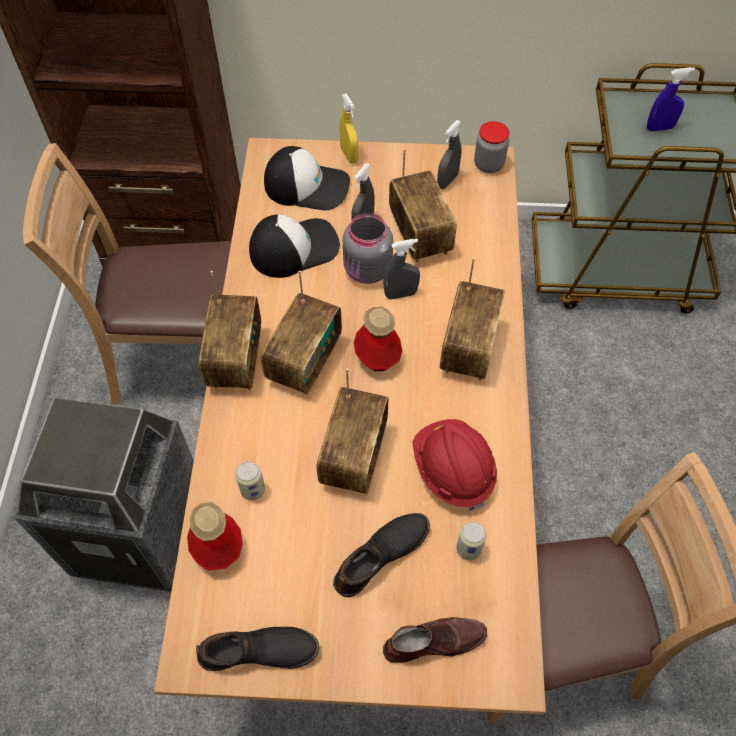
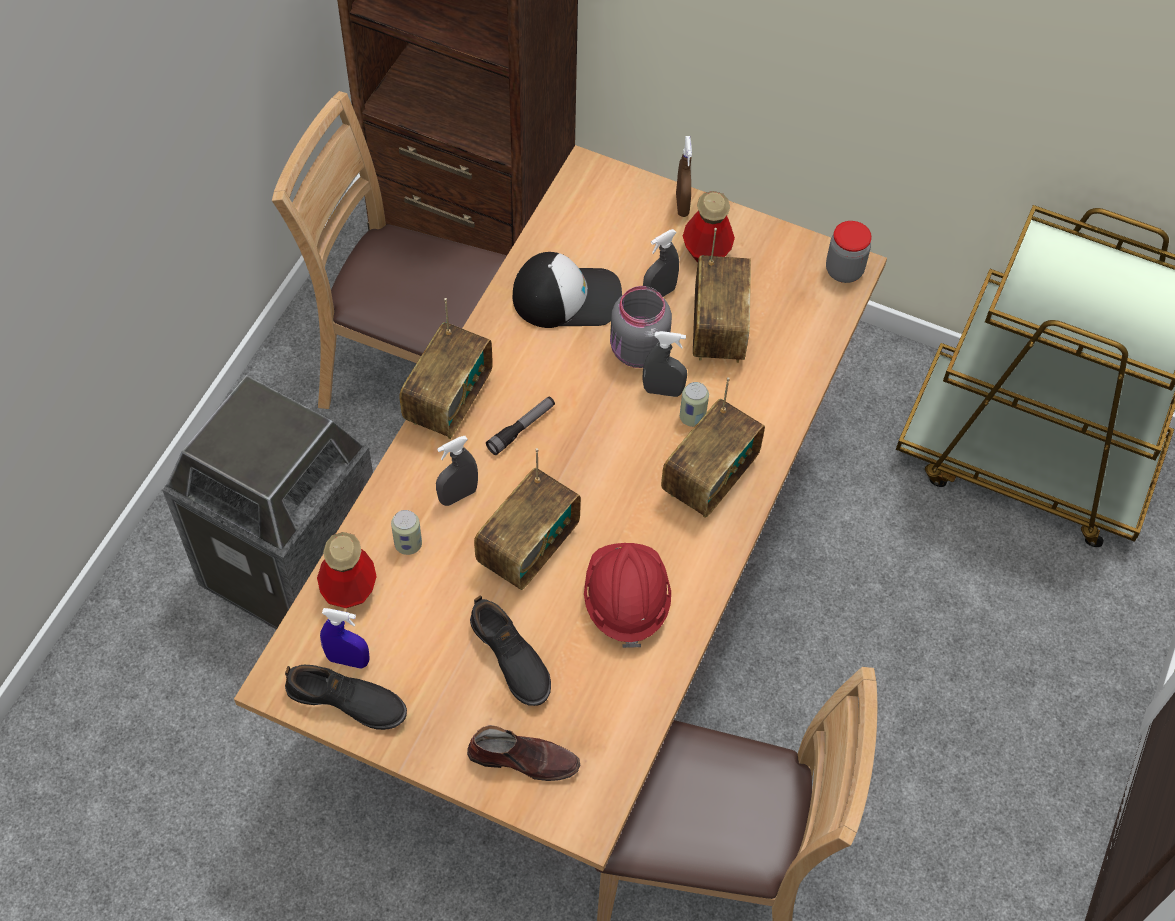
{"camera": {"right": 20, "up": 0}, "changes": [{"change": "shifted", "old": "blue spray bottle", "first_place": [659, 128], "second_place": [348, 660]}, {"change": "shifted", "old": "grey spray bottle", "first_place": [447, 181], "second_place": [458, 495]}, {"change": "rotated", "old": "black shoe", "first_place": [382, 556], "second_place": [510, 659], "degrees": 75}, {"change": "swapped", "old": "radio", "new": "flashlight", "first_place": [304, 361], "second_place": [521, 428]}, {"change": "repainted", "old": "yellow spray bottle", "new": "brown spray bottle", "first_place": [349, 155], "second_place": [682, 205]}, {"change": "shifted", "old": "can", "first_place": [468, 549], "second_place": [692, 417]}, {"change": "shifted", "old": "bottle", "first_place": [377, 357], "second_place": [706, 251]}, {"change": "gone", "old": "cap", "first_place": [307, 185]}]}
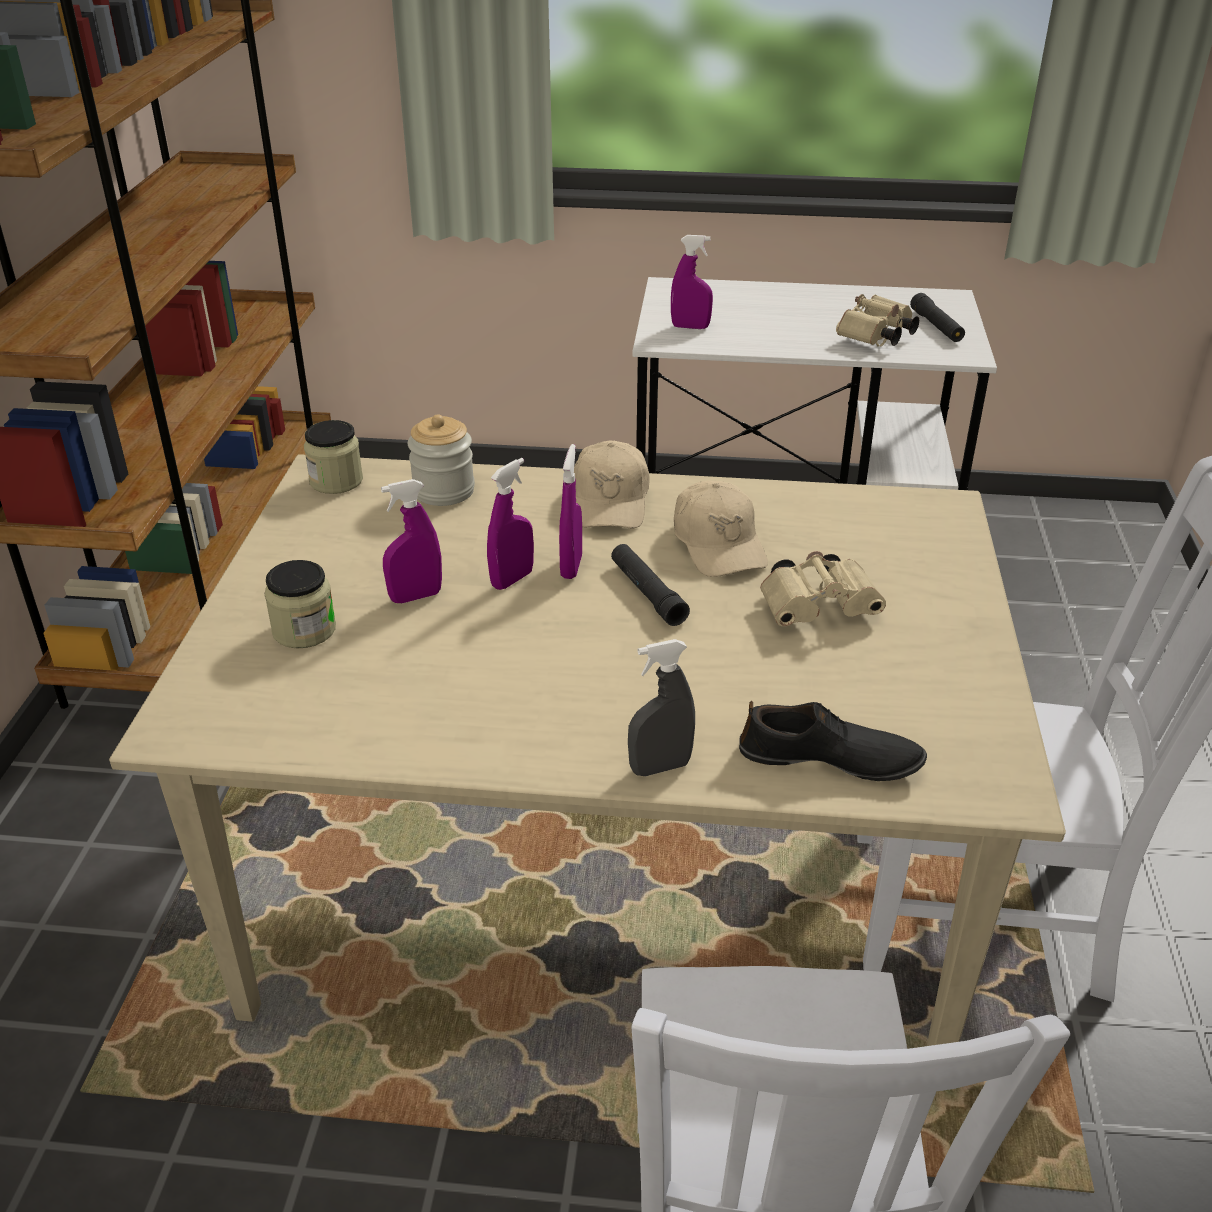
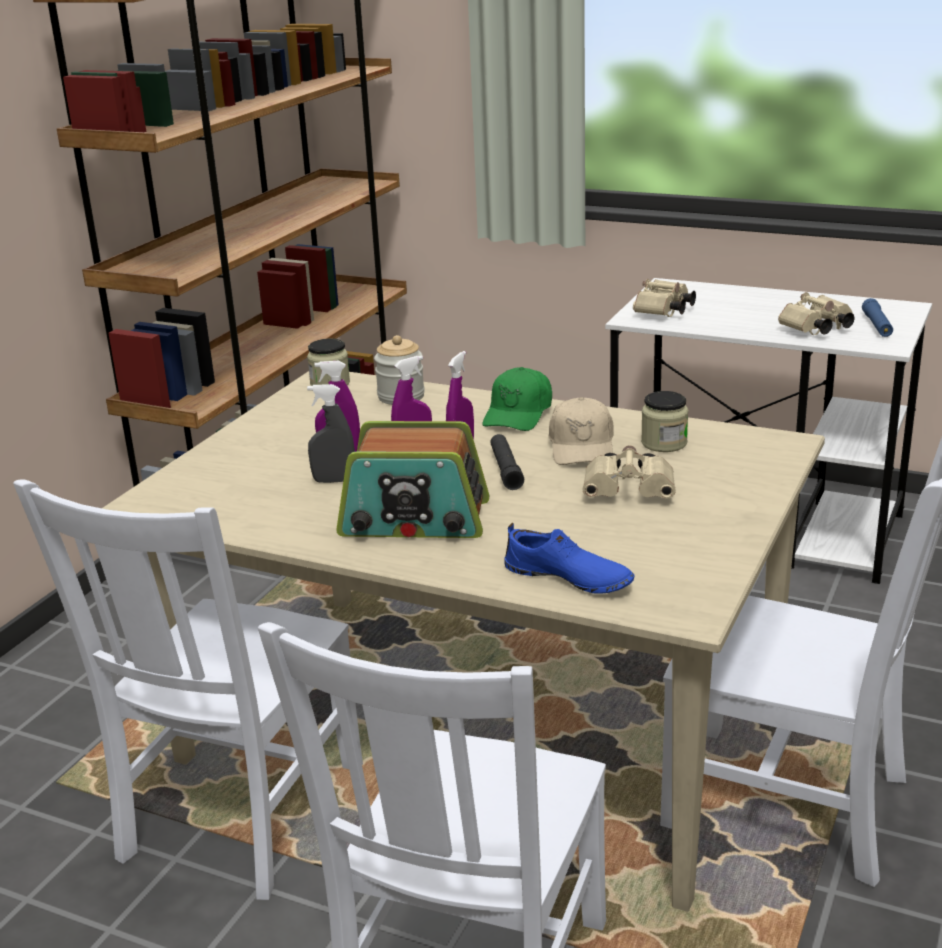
{"camera": {"right": 20, "up": -10}, "changes": [{"change": "new", "new": "white chair", "second_place": [238, 816]}, {"change": "shifted", "old": "grey spray bottle", "first_place": [660, 767], "second_place": [334, 480]}, {"change": "new", "new": "radio", "second_place": [414, 519]}, {"change": "repainted", "old": "beige cap", "new": "green cap", "first_place": [610, 501], "second_place": [518, 414]}, {"change": "repainted", "old": "black shoe", "new": "blue shoe", "first_place": [829, 760], "second_place": [568, 578]}, {"change": "swapped", "old": "purple spray bottle", "new": "beige binoculars", "first_place": [690, 327], "second_place": [663, 312]}, {"change": "shifted", "old": "jar", "first_place": [304, 630], "second_place": [664, 443]}, {"change": "repainted", "old": "black flashlight", "new": "blue flashlight", "first_place": [936, 326], "second_place": [877, 325]}]}
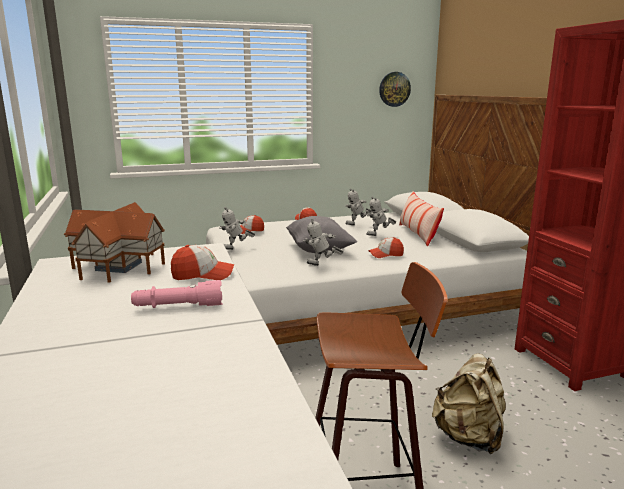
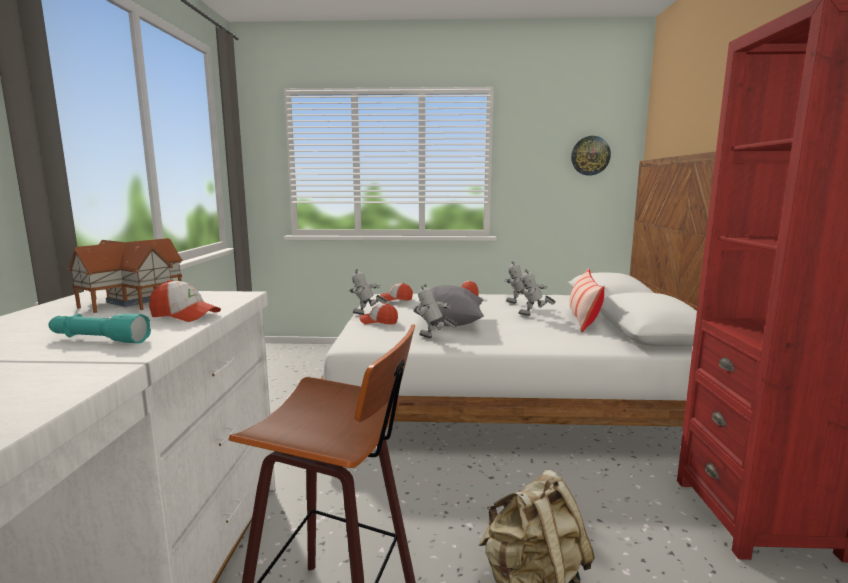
{"camera": {"right": 20, "up": -5}, "changes": [{"change": "repainted", "old": "pink flashlight", "new": "turquoise flashlight", "first_place": [178, 307], "second_place": [98, 340]}, {"change": "shifted", "old": "cap", "first_place": [386, 254], "second_place": [379, 322]}]}
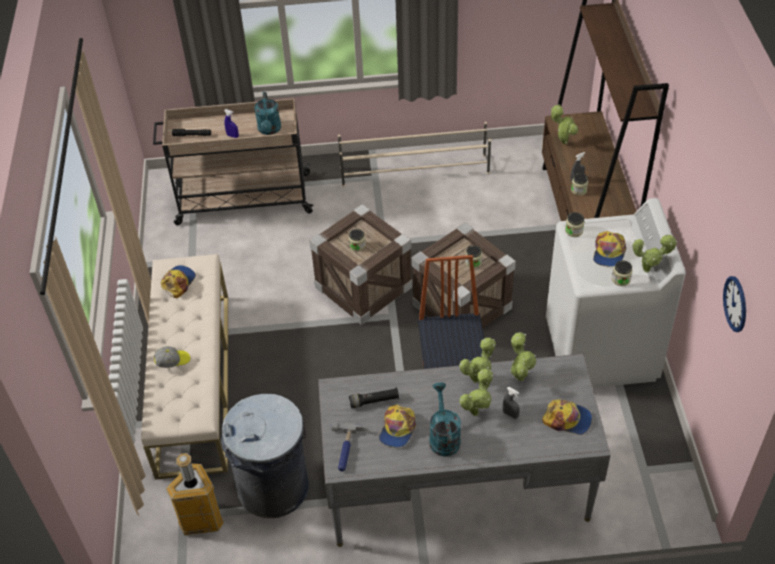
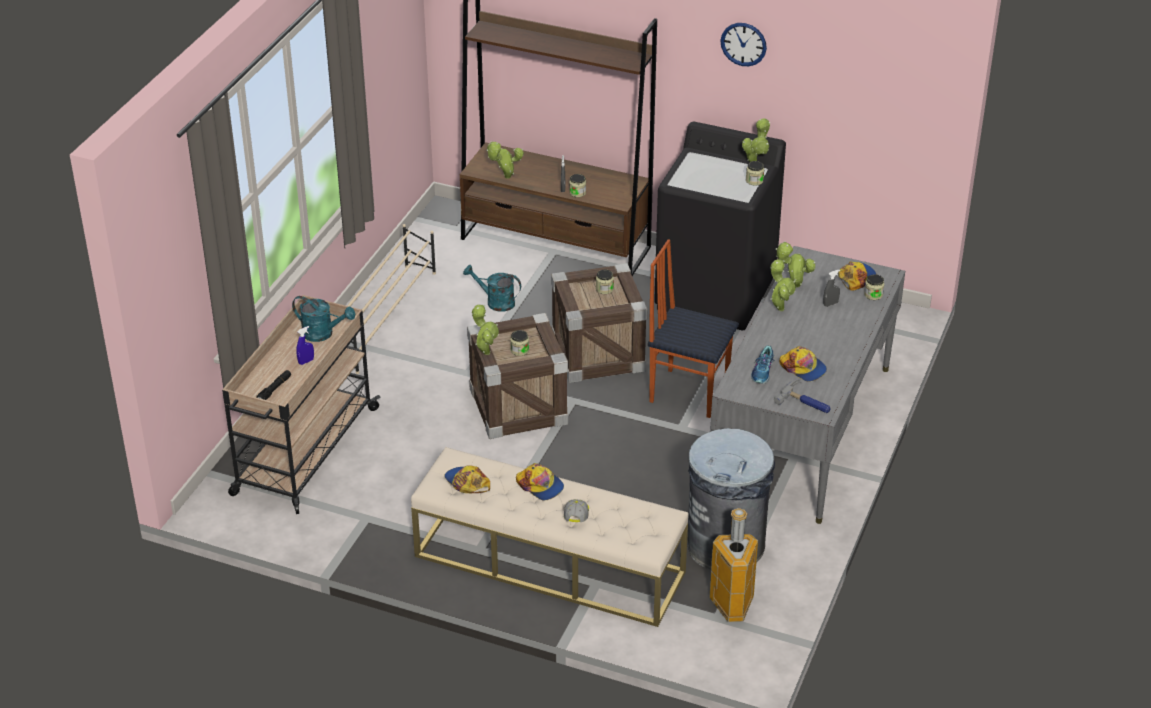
{"camera": {"right": -65, "up": -10}, "changes": [{"change": "shifted", "old": "turquoise watering can", "first_place": [443, 436], "second_place": [495, 302]}, {"change": "shifted", "old": "potted plant", "first_place": [476, 411], "second_place": [485, 351]}, {"change": "shifted", "old": "cap", "first_place": [608, 252], "second_place": [540, 485]}, {"change": "repainted", "old": "white washing machine", "new": "black washing machine", "first_place": [601, 350], "second_place": [716, 294]}, {"change": "shifted", "old": "wall clock", "first_place": [735, 304], "second_place": [743, 44]}, {"change": "swapped", "old": "black flashlight", "new": "shoe", "first_place": [374, 401], "second_place": [763, 371]}, {"change": "shifted", "old": "jar", "first_place": [574, 231], "second_place": [873, 295]}]}
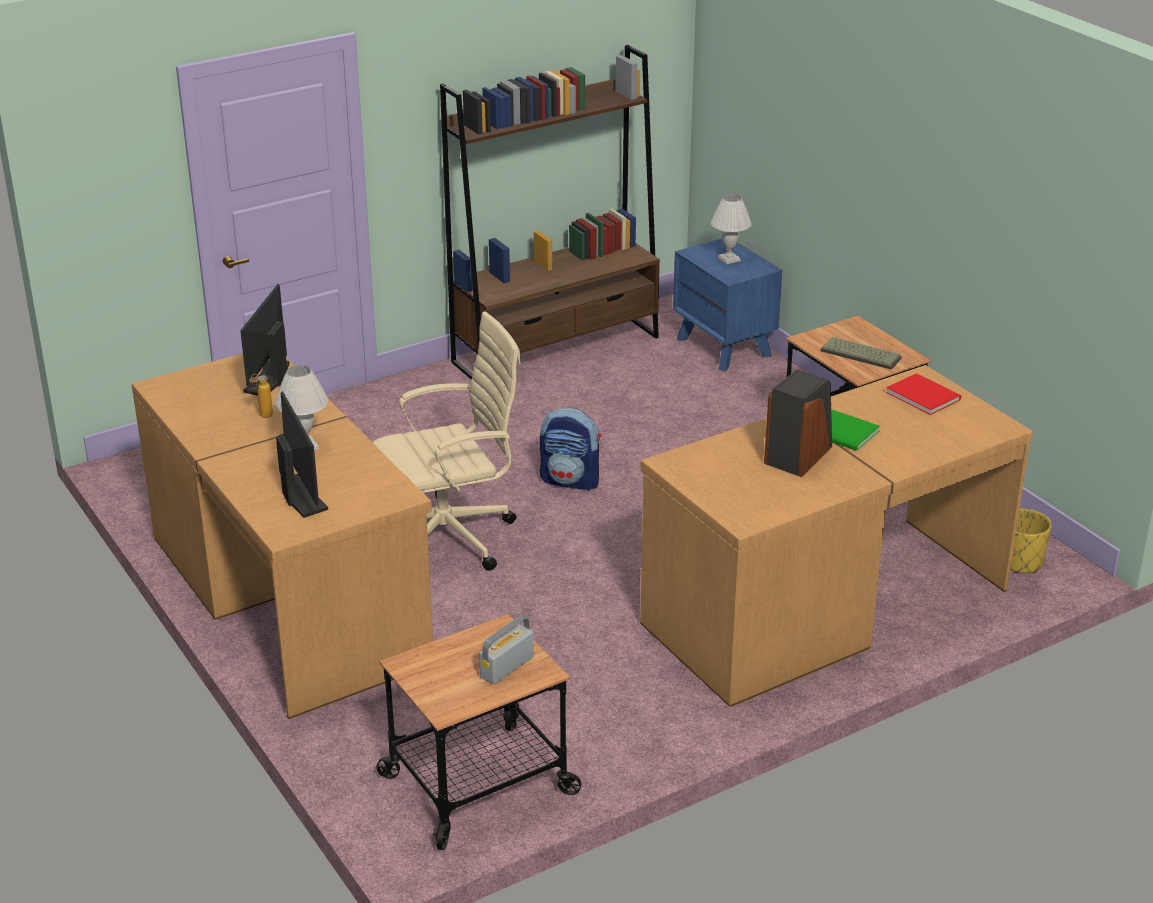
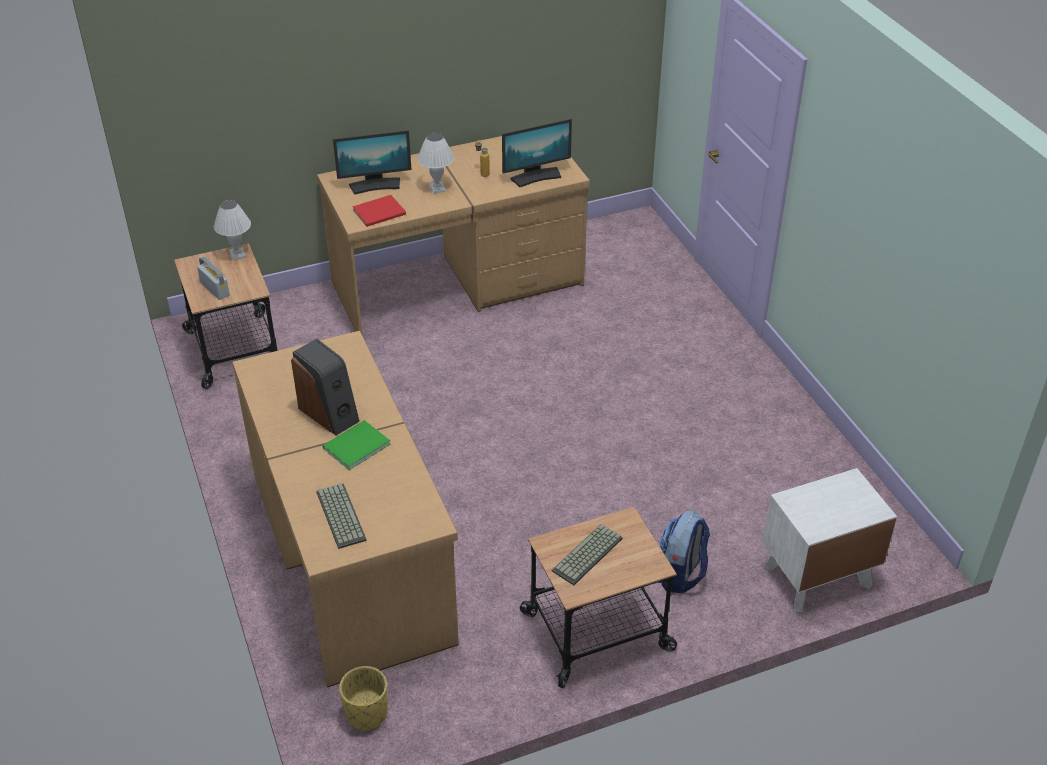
{"camera": {"right": 100, "up": 10}, "changes": [{"change": "shifted", "old": "white table lamp", "first_place": [729, 259], "second_place": [237, 254]}, {"change": "new", "new": "keyboard", "second_place": [339, 516]}, {"change": "shifted", "old": "red book", "first_place": [922, 395], "second_place": [381, 212]}, {"change": "rotated", "old": "monitor", "first_place": [269, 379], "second_place": [536, 177], "degrees": 135}, {"change": "shifted", "old": "backpack", "first_place": [571, 480], "second_place": [681, 574]}, {"change": "repainted", "old": "blue nightstand", "new": "white nightstand", "first_place": [724, 347], "second_place": [817, 576]}, {"change": "gone", "old": "beige office chair", "first_place": [450, 537]}, {"change": "gone", "old": "brown bookcase", "first_place": [557, 350]}]}
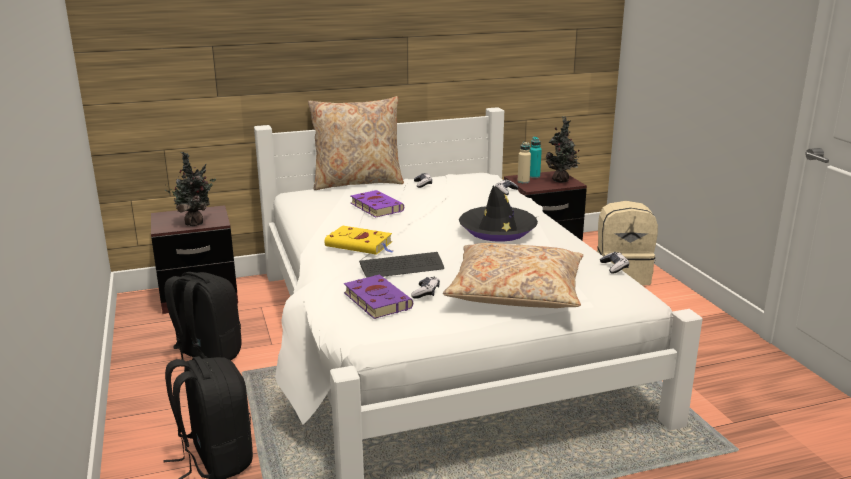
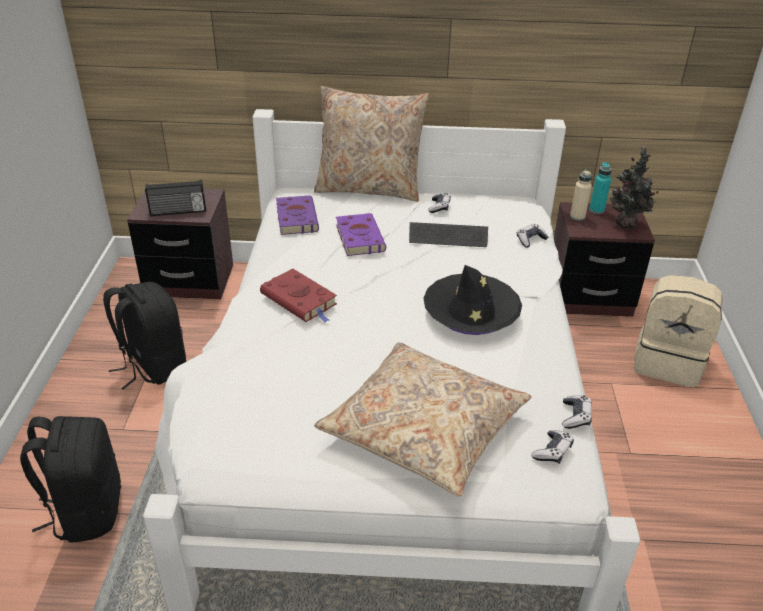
{"camera": {"right": 20, "up": 15}, "changes": [{"change": "swapped", "old": "potted plant", "new": "radio", "first_place": [195, 223], "second_place": [178, 212]}, {"change": "repainted", "old": "yellow book", "new": "red book", "first_place": [360, 245], "second_place": [300, 300]}, {"change": "shifted", "old": "purple book", "first_place": [376, 300], "second_place": [296, 218]}, {"change": "shifted", "old": "keyboard", "first_place": [402, 267], "second_place": [448, 236]}, {"change": "shifted", "old": "game controller", "first_place": [426, 293], "second_place": [552, 451]}]}
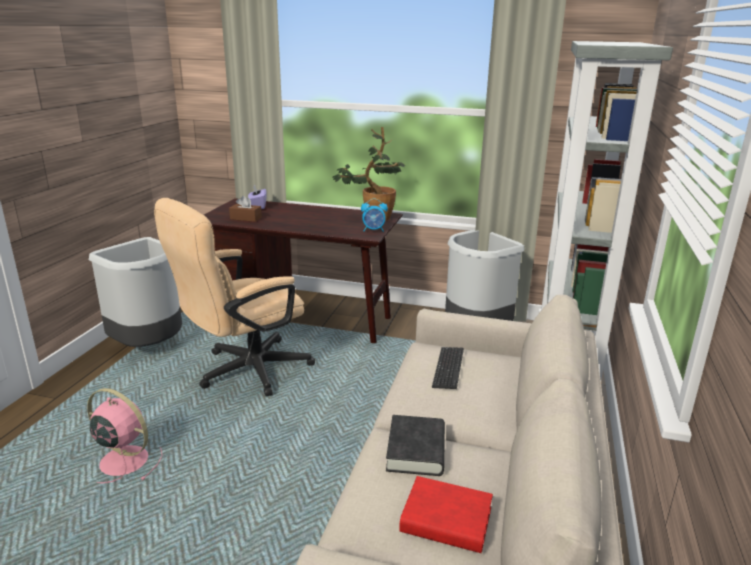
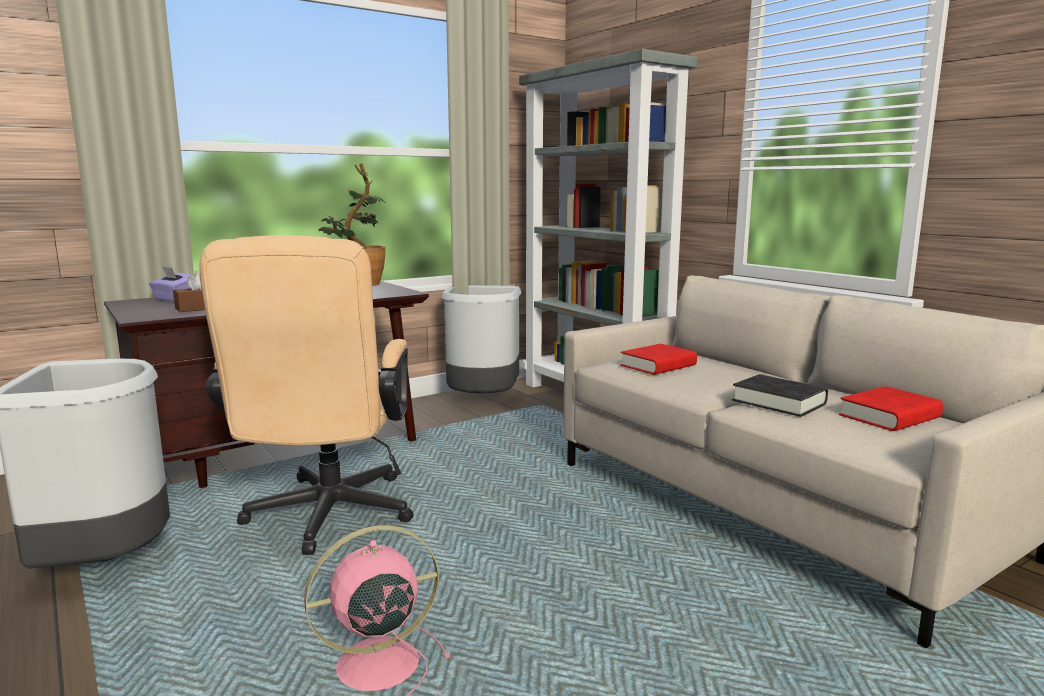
{"camera": {"right": -50, "up": -10}, "changes": [{"change": "swapped", "old": "keyboard", "new": "red book", "first_place": [448, 369], "second_place": [658, 365]}, {"change": "gone", "old": "alarm clock", "first_place": [374, 230]}]}
